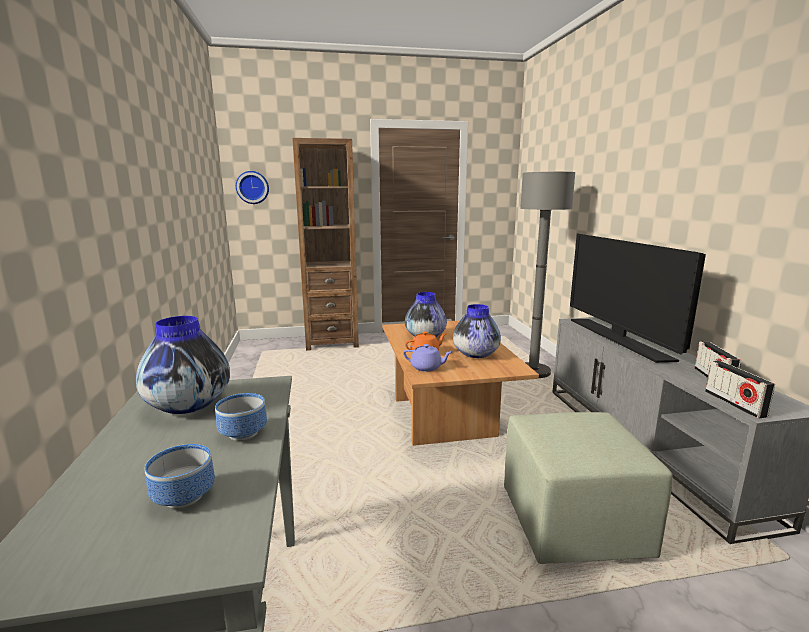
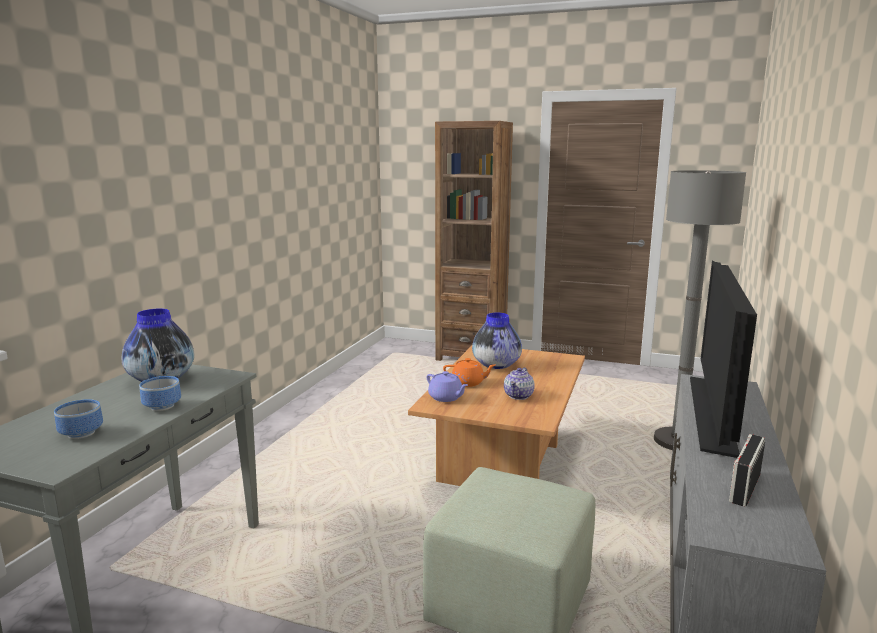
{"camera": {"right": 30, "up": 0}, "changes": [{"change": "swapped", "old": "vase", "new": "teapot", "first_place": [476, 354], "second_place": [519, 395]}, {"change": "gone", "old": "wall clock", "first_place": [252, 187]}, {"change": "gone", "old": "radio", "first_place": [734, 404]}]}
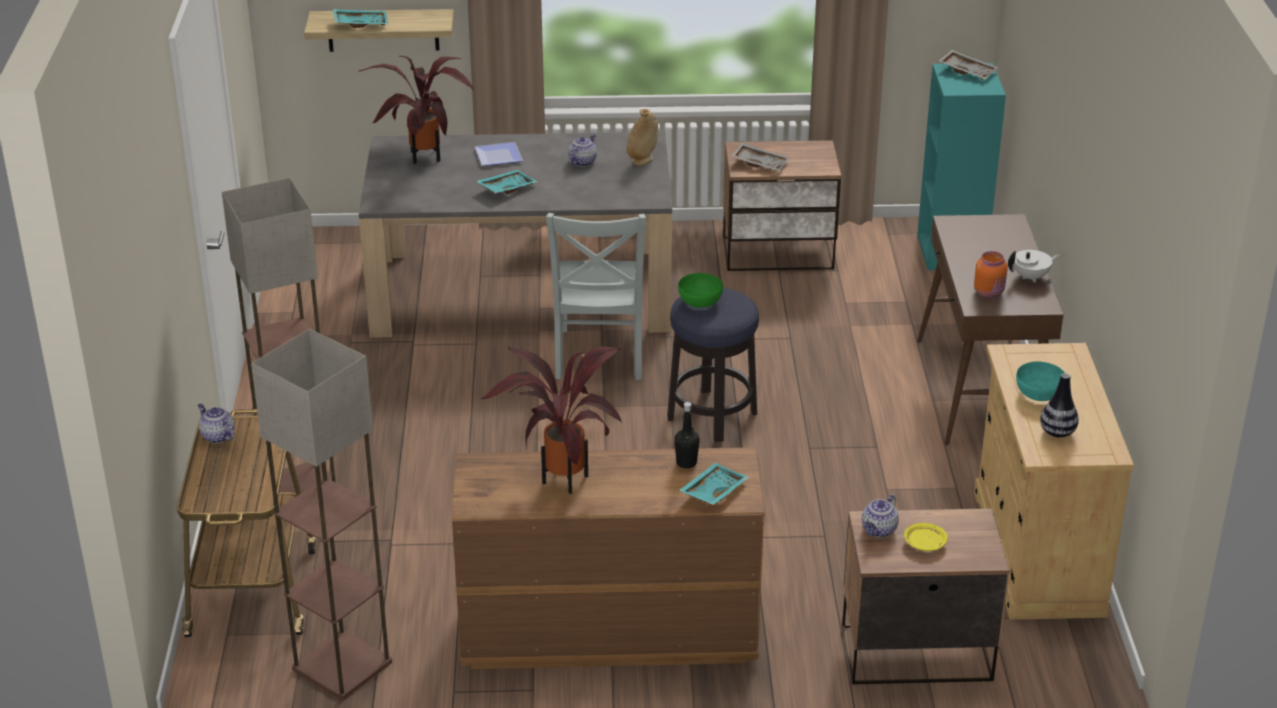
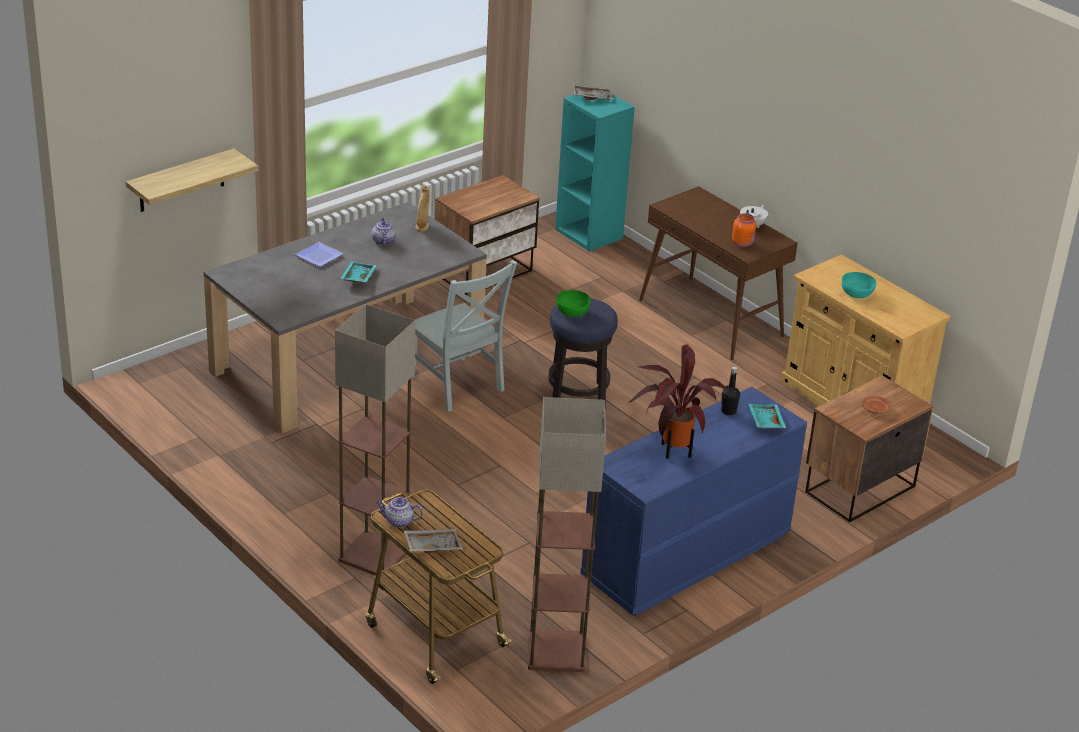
{"camera": {"right": -40, "up": 0}, "changes": [{"change": "shifted", "old": "grey tray", "first_place": [760, 163], "second_place": [432, 545]}, {"change": "repainted", "old": "brown dresser", "new": "blue dresser", "first_place": [606, 633], "second_place": [685, 557]}, {"change": "repainted", "old": "yellow plate", "new": "brown plate", "first_place": [924, 543], "second_place": [875, 409]}, {"change": "gone", "old": "turquoise tray", "first_place": [361, 23]}, {"change": "gone", "old": "potted plant", "first_place": [423, 158]}, {"change": "gone", "old": "teapot", "first_place": [879, 530]}, {"change": "gone", "old": "vase", "first_place": [1057, 432]}]}
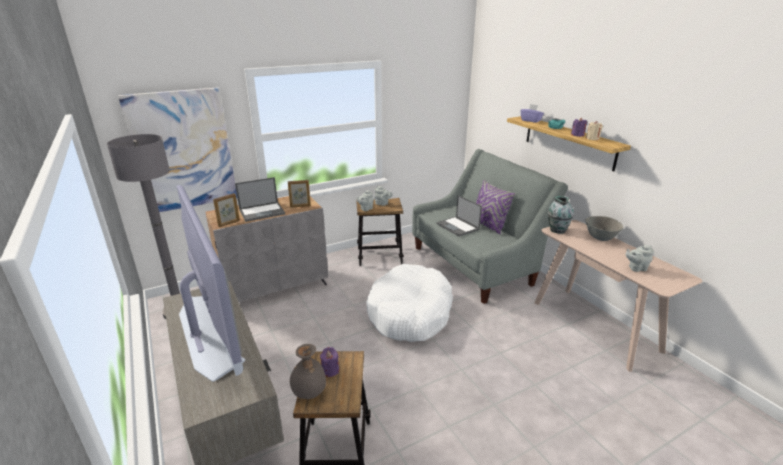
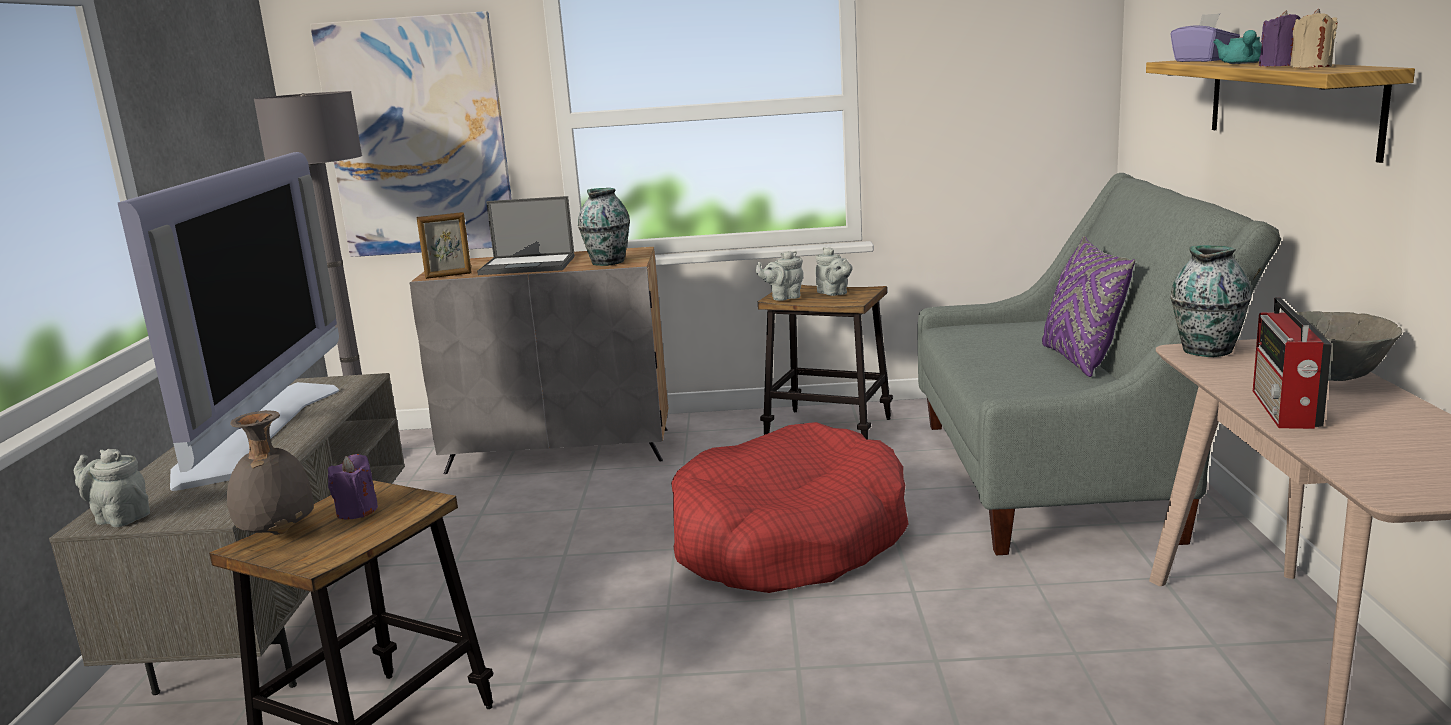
{"camera": {"right": 30, "up": -10}, "changes": [{"change": "shifted", "old": "grey teapot", "first_place": [636, 268], "second_place": [119, 518]}, {"change": "swapped", "old": "picture frame", "new": "vase", "first_place": [300, 206], "second_place": [608, 262]}, {"change": "repainted", "old": "white dog bed", "new": "red dog bed", "first_place": [410, 313], "second_place": [788, 539]}, {"change": "new", "new": "radio", "second_place": [1285, 410]}, {"change": "gone", "old": "laptop", "first_place": [458, 227]}]}
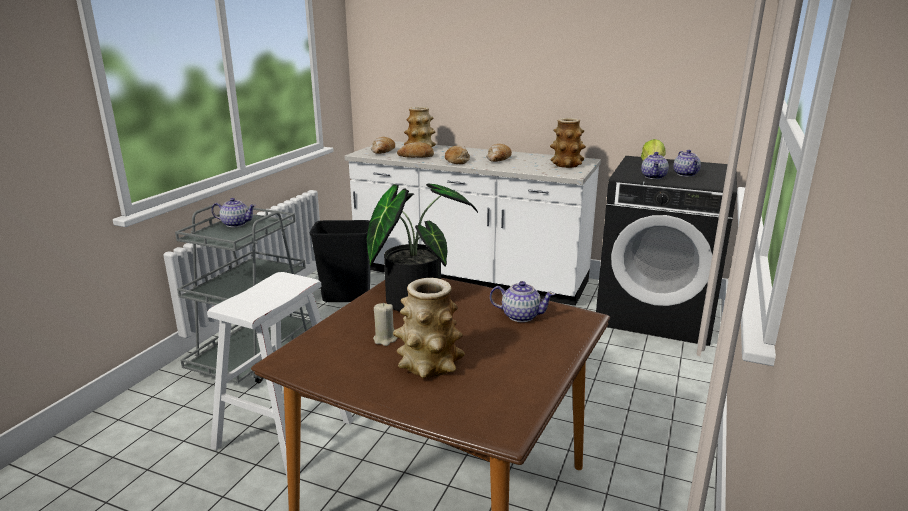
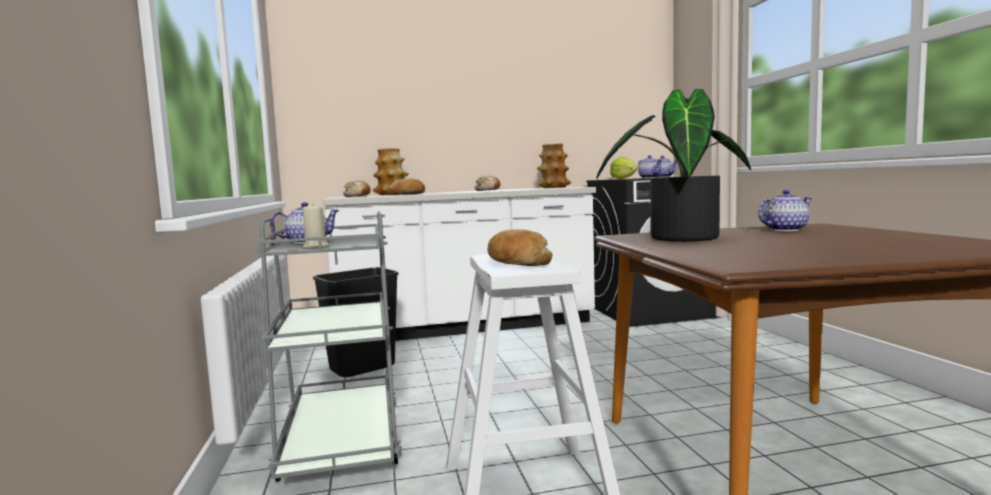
{"camera": {"right": -35, "up": -15}, "changes": [{"change": "shifted", "old": "beige candle", "first_place": [385, 339], "second_place": [316, 247]}, {"change": "shifted", "old": "bread", "first_place": [457, 161], "second_place": [517, 262]}, {"change": "gone", "old": "vase", "first_place": [429, 365]}]}
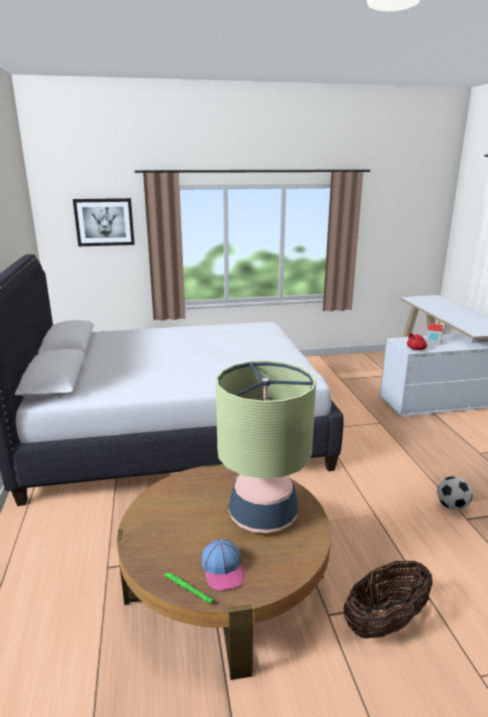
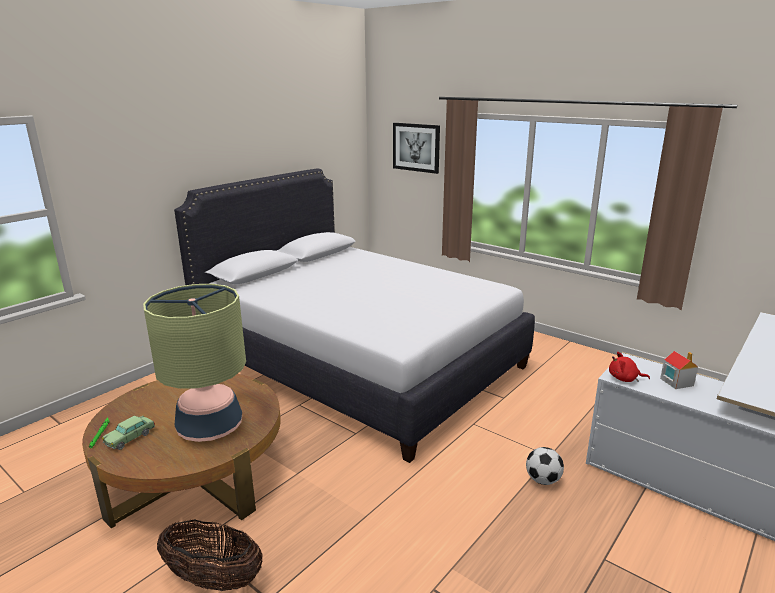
{"camera": {"right": 50, "up": 0}, "changes": [{"change": "swapped", "old": "cap", "new": "toy car", "first_place": [223, 569], "second_place": [130, 438]}, {"change": "shifted", "old": "football", "first_place": [452, 506], "second_place": [543, 480]}]}
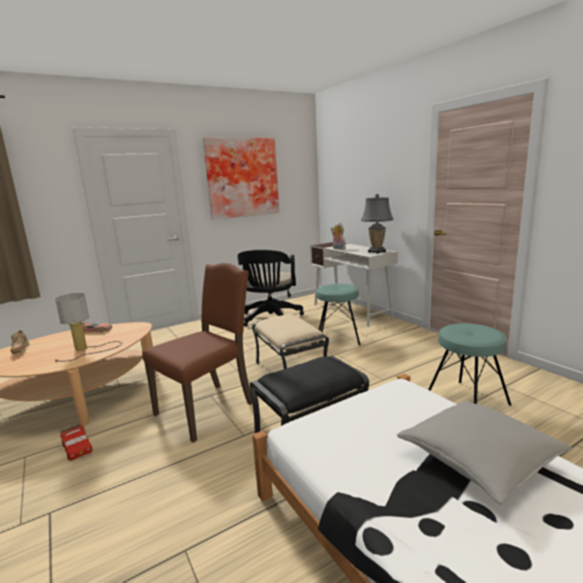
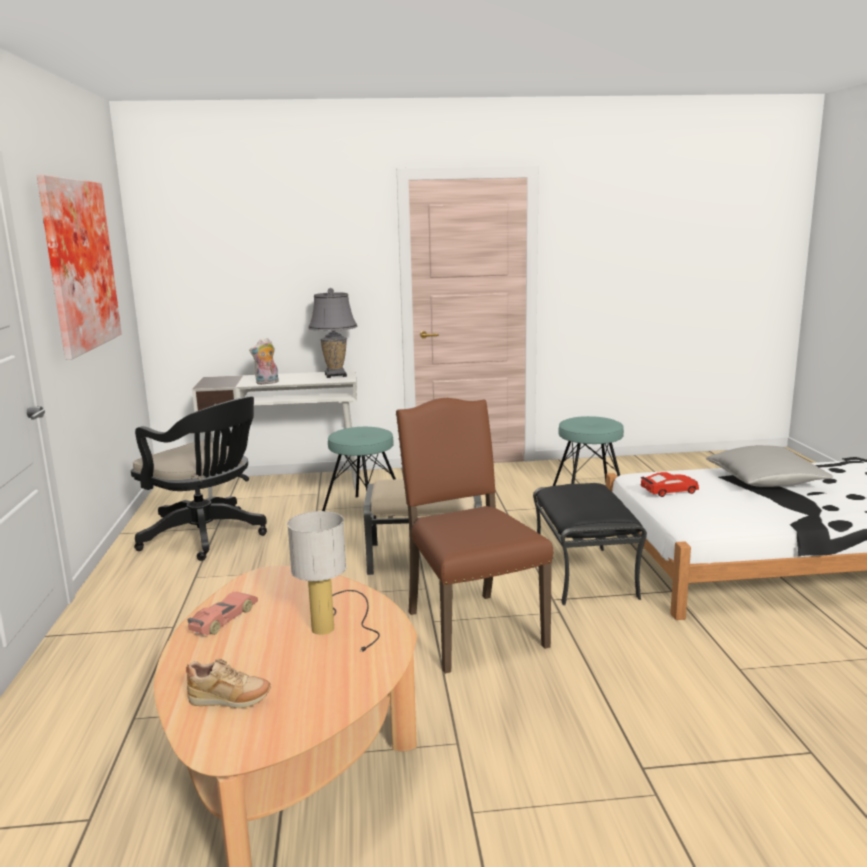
{"camera": {"right": -65, "up": 0}, "changes": [{"change": "shifted", "old": "red toy car", "first_place": [77, 447], "second_place": [669, 491]}]}
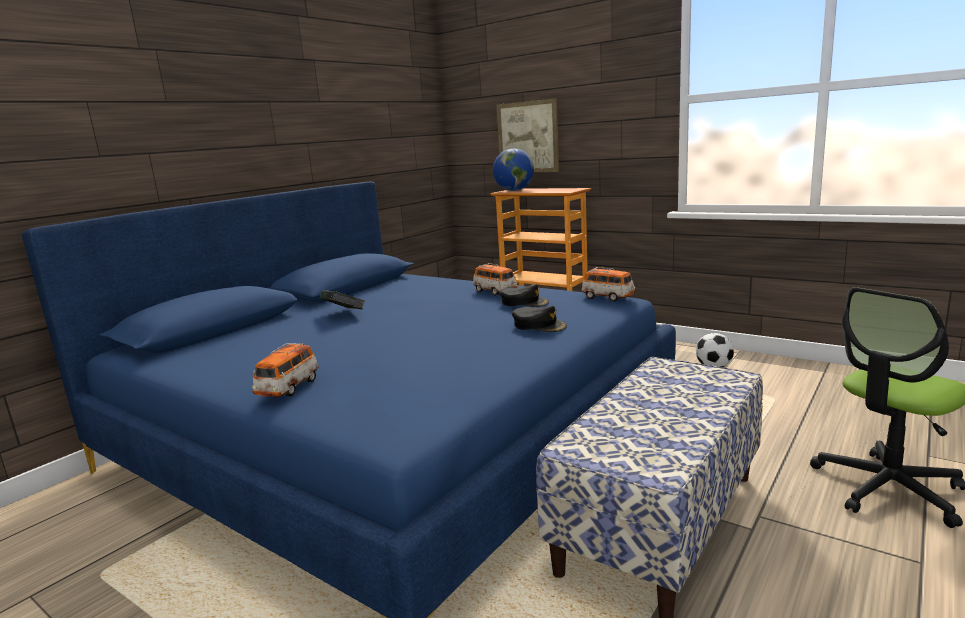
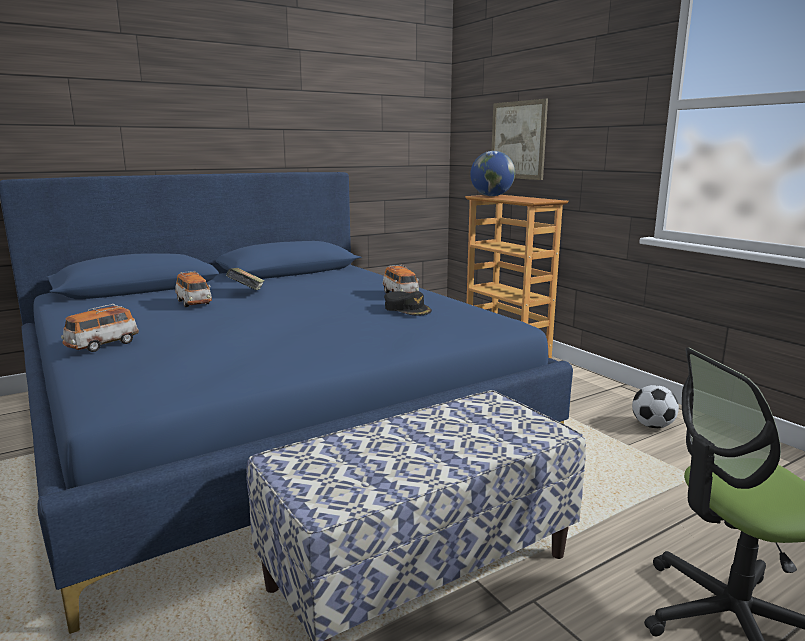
{"camera": {"right": 20, "up": 0}, "changes": [{"change": "shifted", "old": "toy car", "first_place": [608, 297], "second_place": [194, 303]}, {"change": "gone", "old": "black cap", "first_place": [539, 325]}]}
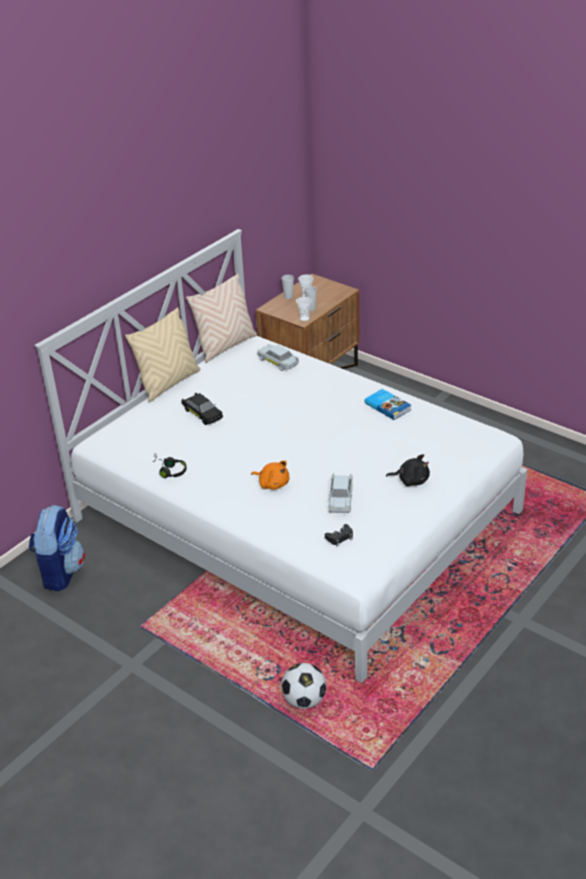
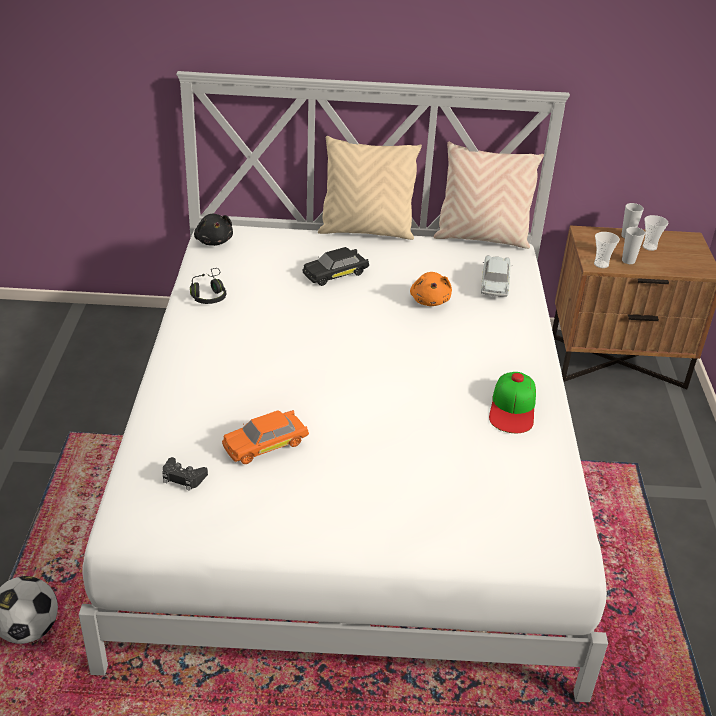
{"camera": {"right": 50, "up": 0}, "changes": [{"change": "shifted", "old": "black plush toy", "first_place": [411, 480], "second_place": [214, 241]}, {"change": "repainted", "old": "white toy car", "new": "orange toy car", "first_place": [341, 498], "second_place": [266, 444]}, {"change": "rotated", "old": "black toy car", "first_place": [202, 414], "second_place": [335, 274], "degrees": 45}, {"change": "shifted", "old": "orange plush toy", "first_place": [272, 484], "second_place": [430, 300]}, {"change": "swapped", "old": "book", "new": "cap", "first_place": [388, 406], "second_place": [513, 408]}, {"change": "gone", "old": "backpack", "first_place": [60, 572]}]}
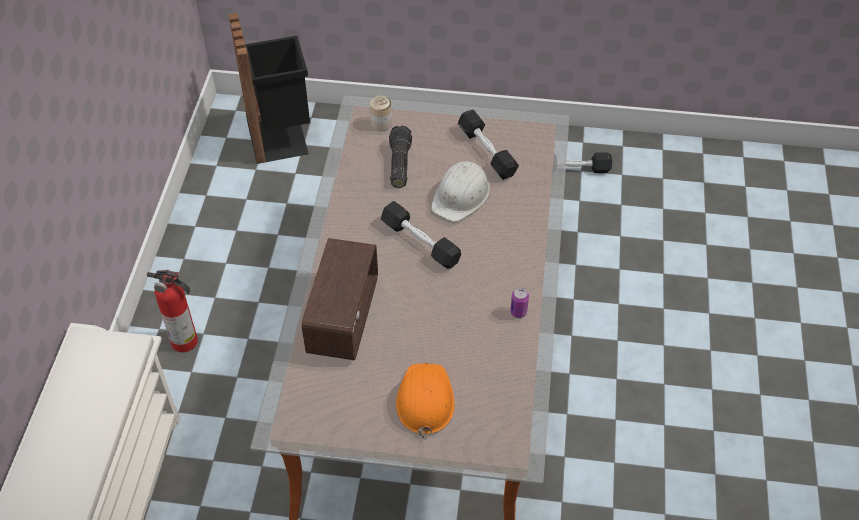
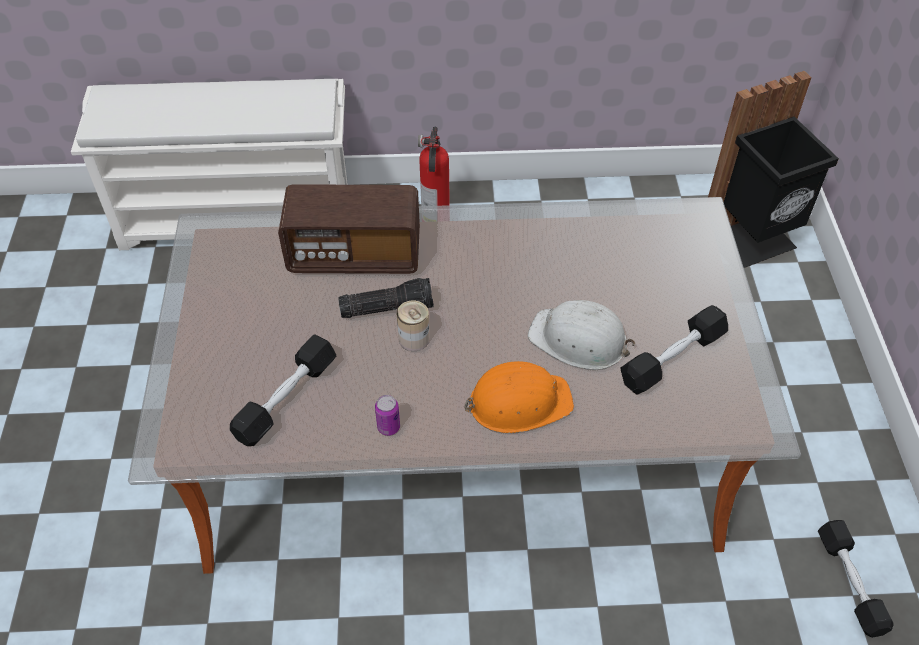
{"camera": {"right": 80, "up": 0}, "changes": [{"change": "shifted", "old": "black dumbbell", "first_place": [420, 242], "second_place": [286, 399]}, {"change": "shifted", "old": "flashlight", "first_place": [398, 163], "second_place": [388, 307]}, {"change": "shifted", "old": "can", "first_place": [381, 123], "second_place": [414, 339]}, {"change": "shifted", "old": "orange hard hat", "first_place": [424, 400], "second_place": [518, 402]}]}
